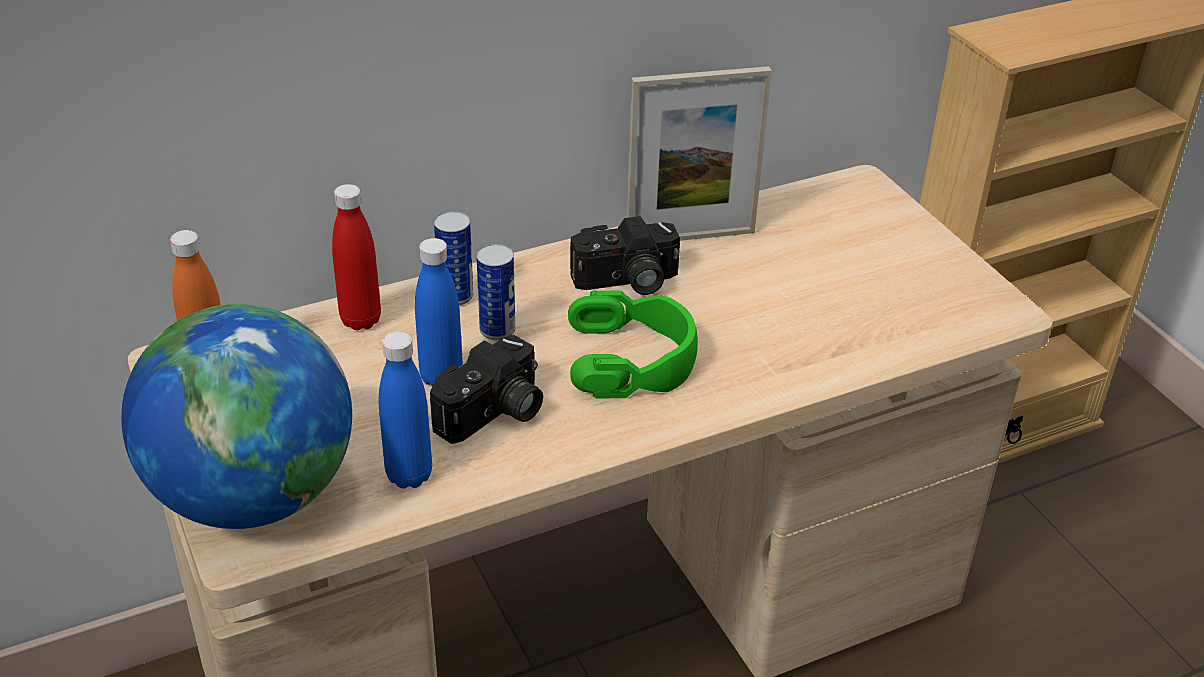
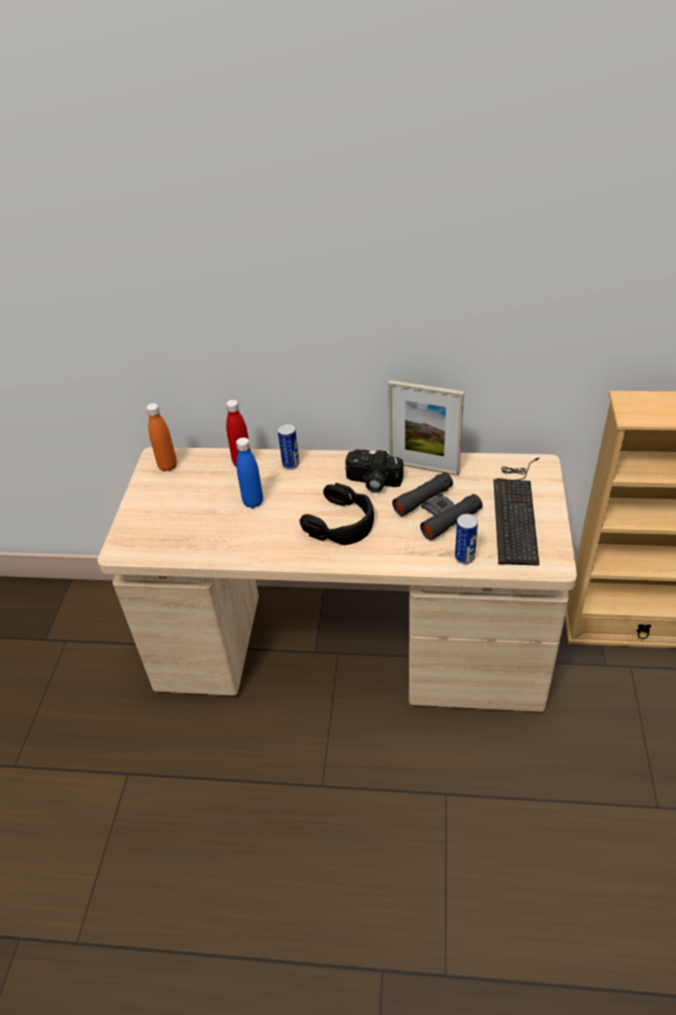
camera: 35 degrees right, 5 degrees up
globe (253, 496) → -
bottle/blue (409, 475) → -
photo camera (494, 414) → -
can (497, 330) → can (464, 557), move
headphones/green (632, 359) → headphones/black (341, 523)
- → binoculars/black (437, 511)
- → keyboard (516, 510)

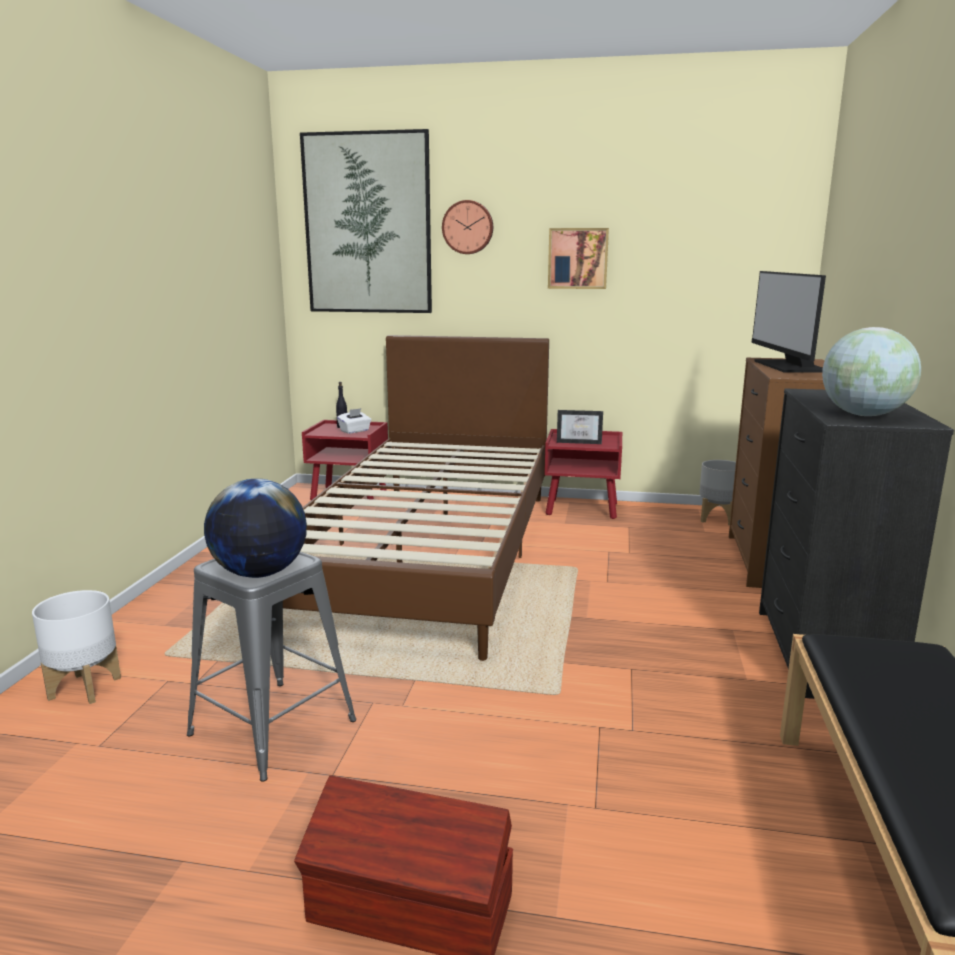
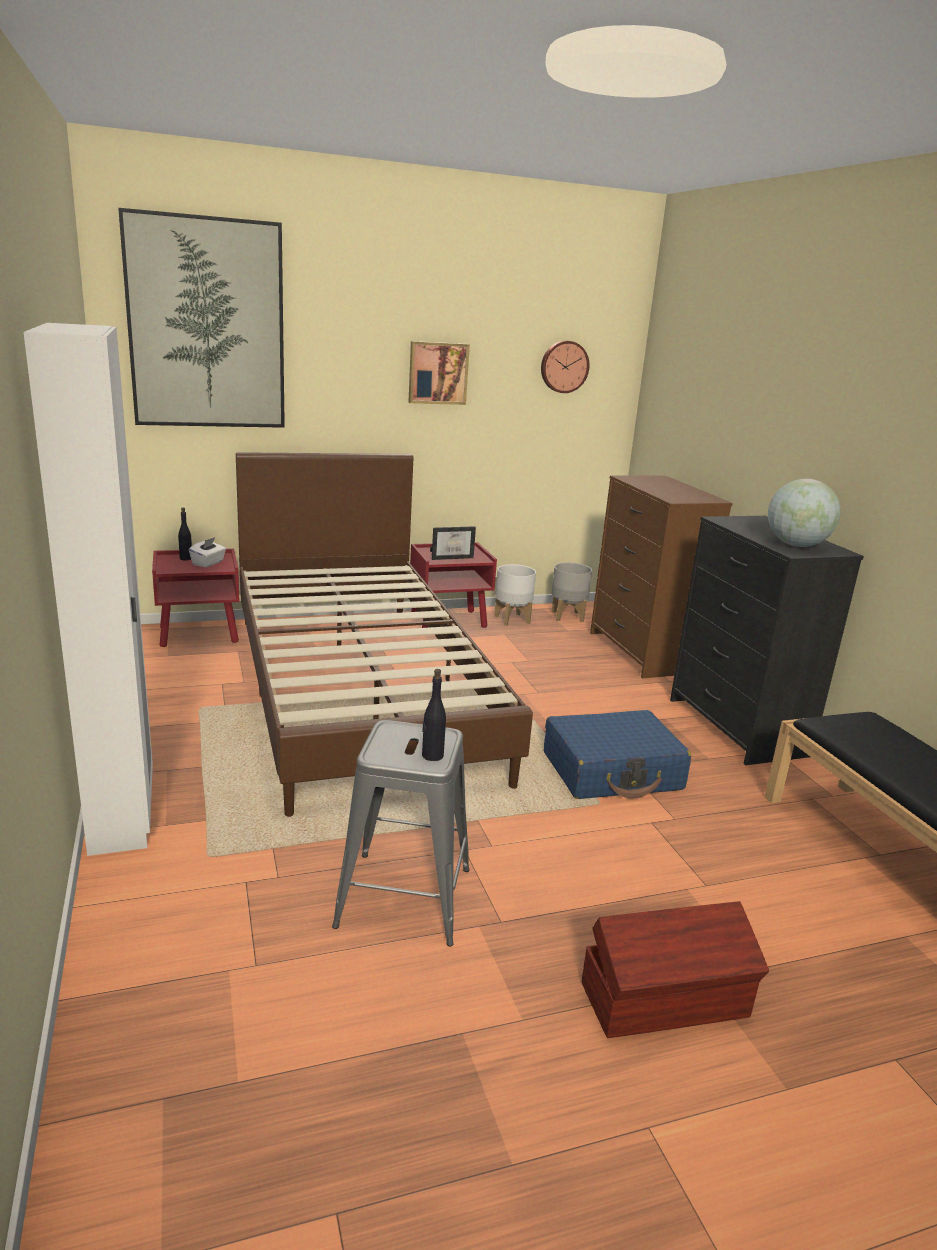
camera: 30 degrees left, 5 degrees up
planter/white (84, 688) → planter/white (511, 619), move
globe (260, 573) → bottle/black (432, 755)
wall clock (468, 227) → wall clock (564, 366), move
monitor (788, 366) → -
- → wardrobe/white (123, 812)
- → suitcase/blue (612, 771)

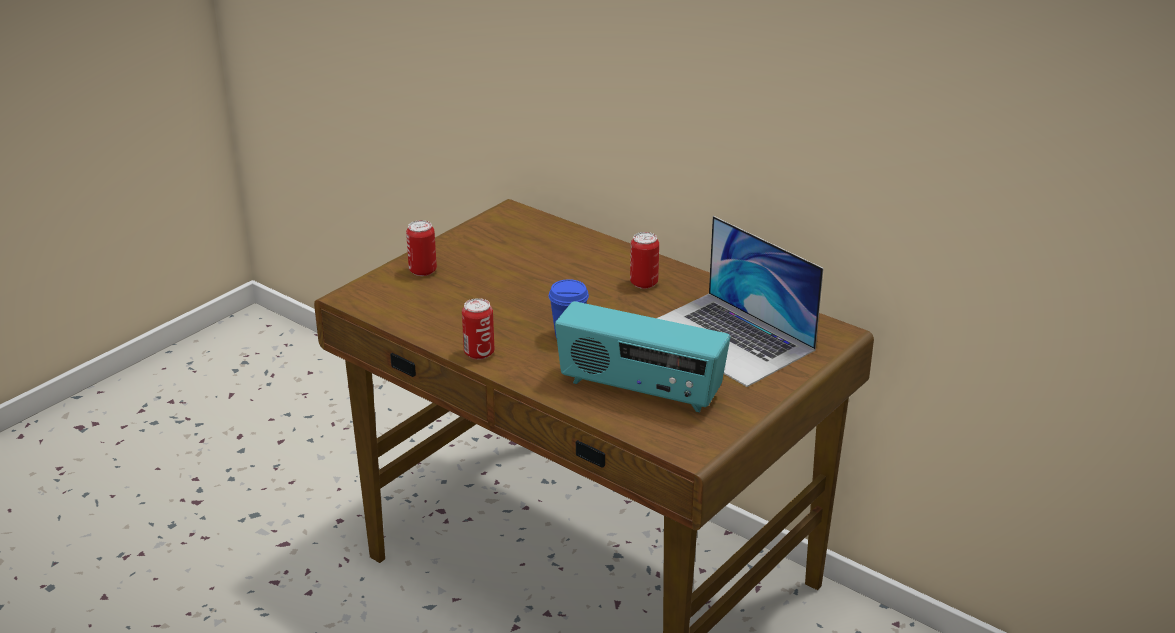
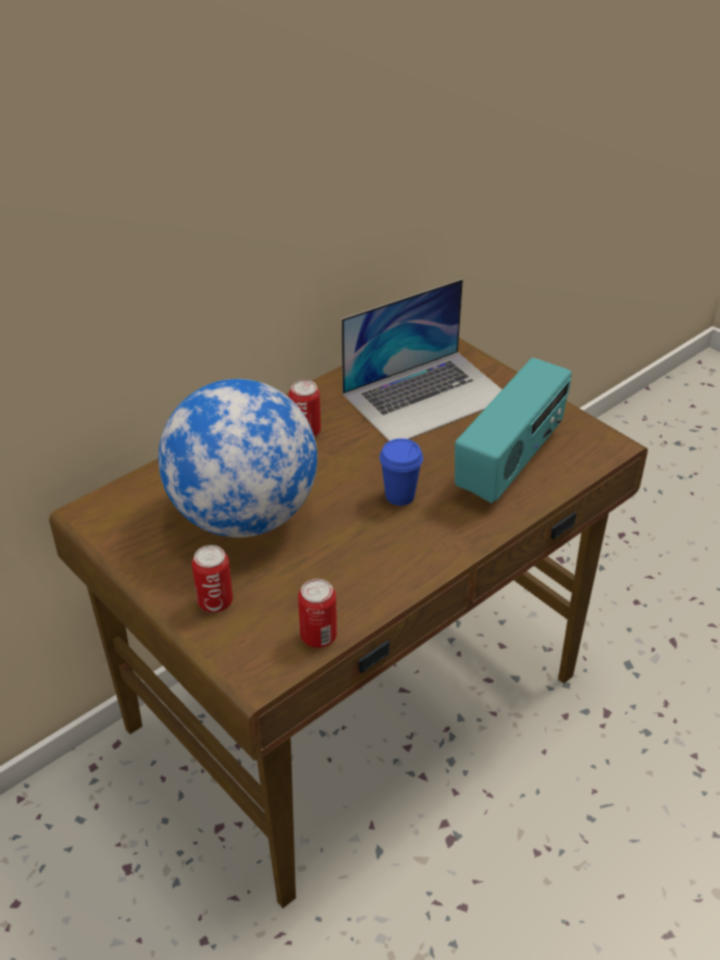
camera: 80 degrees left, 10 degrees up
can (479, 353) → can (318, 636), move
- → globe (243, 517)

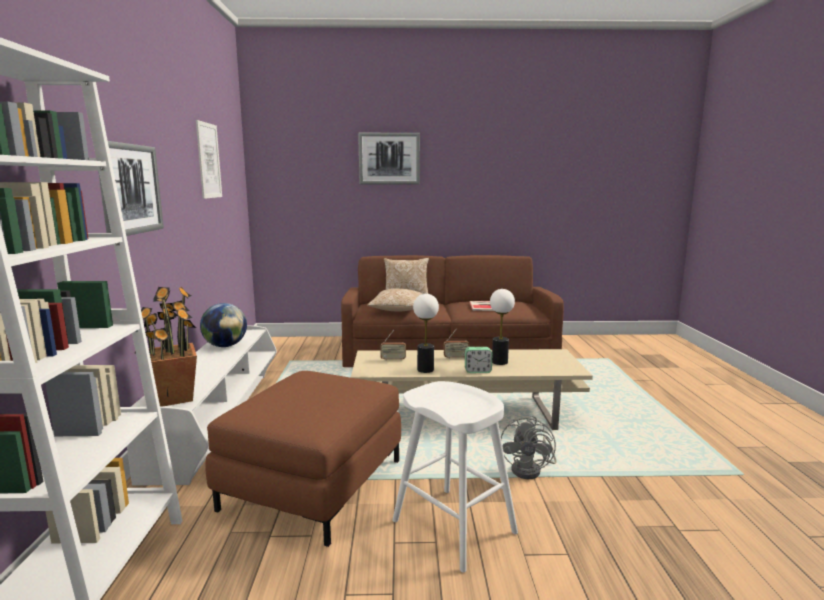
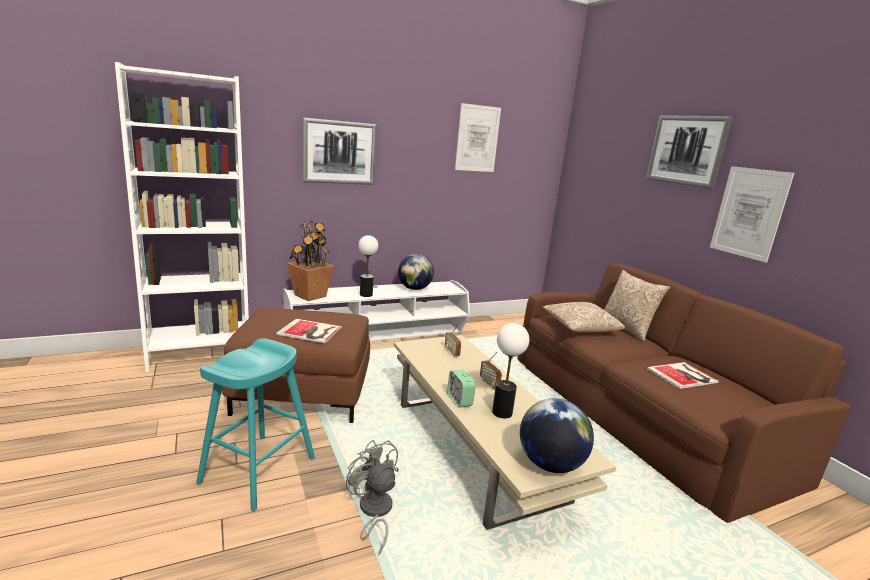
camera: 65 degrees right, 5 degrees up
stool/white (453, 526) → stool/turquoise (258, 470)
table lamp (425, 370) → table lamp (366, 295), move
fan/grey (531, 470) → fan/grey (373, 512), 60 degrees clockwise
- → book (310, 331)
- → globe (550, 464)
- → picture (749, 213)

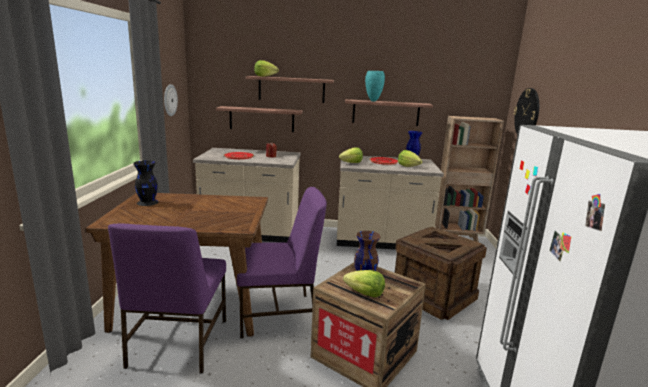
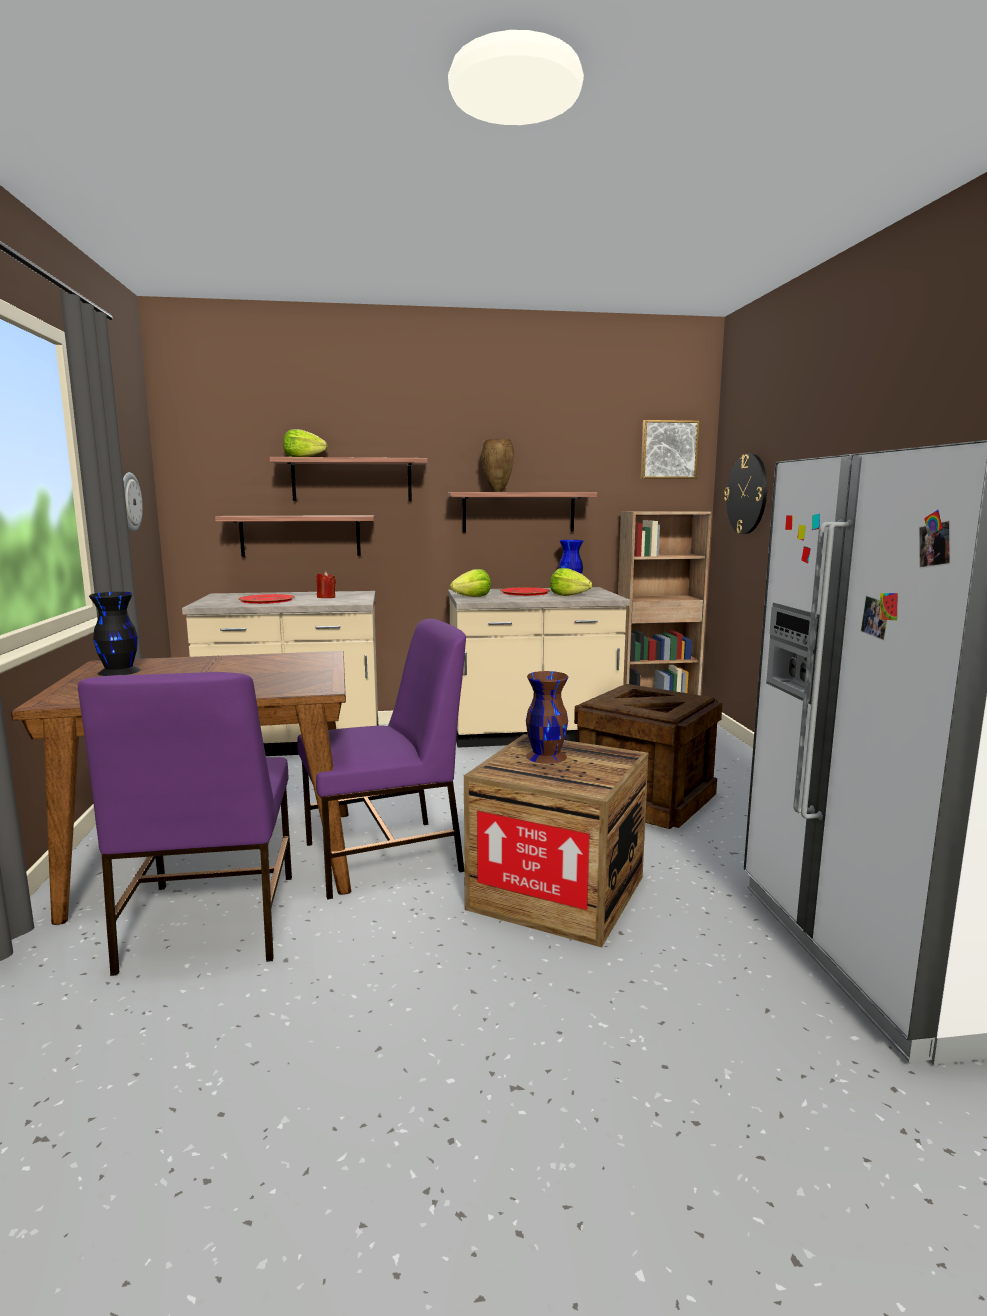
camera: 10 degrees left, 5 degrees down
lettuce (365, 294) → -
vase/turquoise (373, 101) → vase/brown (496, 491)
- → picture (668, 450)

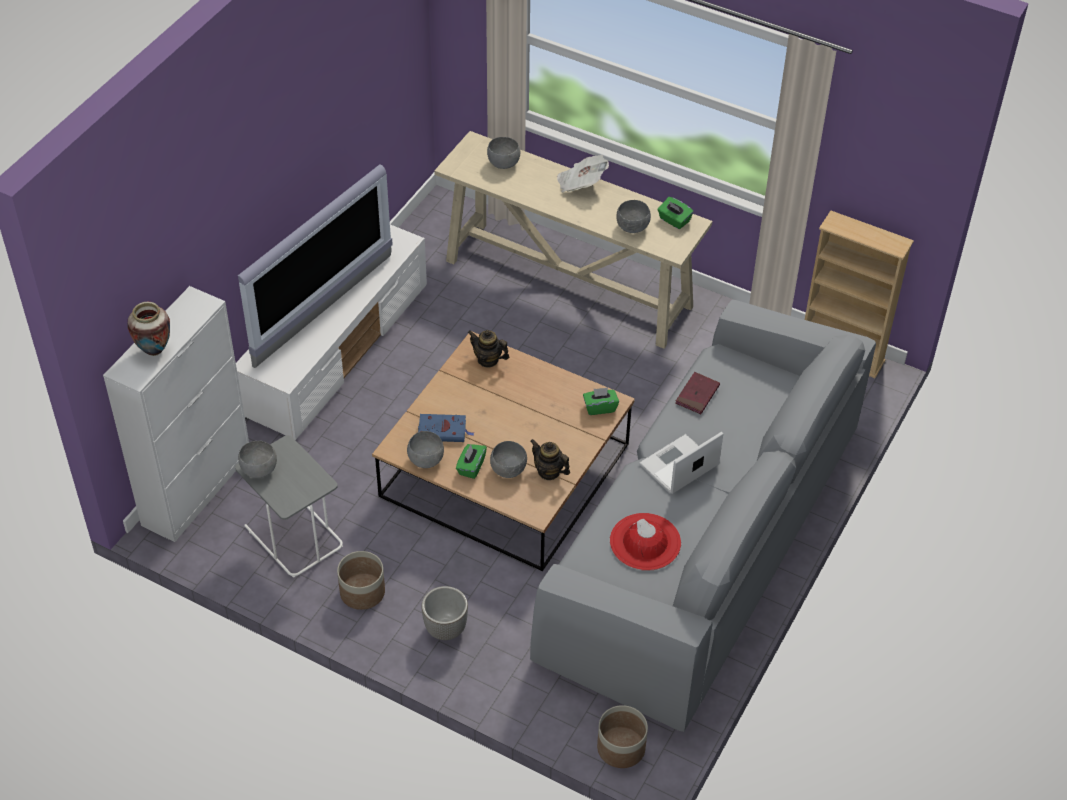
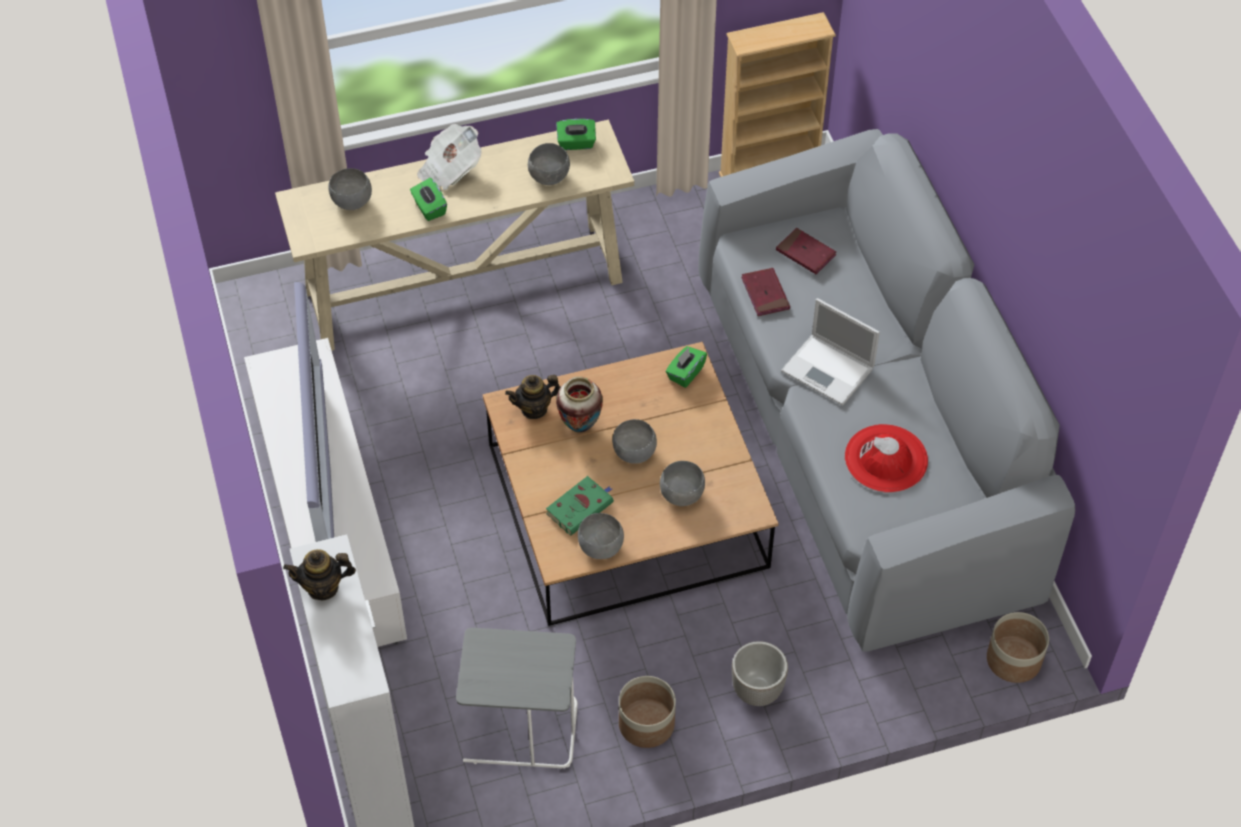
camera: 45 degrees left, 5 degrees up
vase (154, 351) → vase (580, 427), move
bowl/grey (258, 470) → bowl/grey (633, 453), move
book/blue (443, 431) → book/green (580, 507)
tissue box/green (471, 467) → tissue box/green (429, 208), move
teapot (549, 471) → teapot (323, 587), move
laptop (678, 466) → laptop (829, 370), 60 degrees counterclockwise
- → book/red (805, 253)

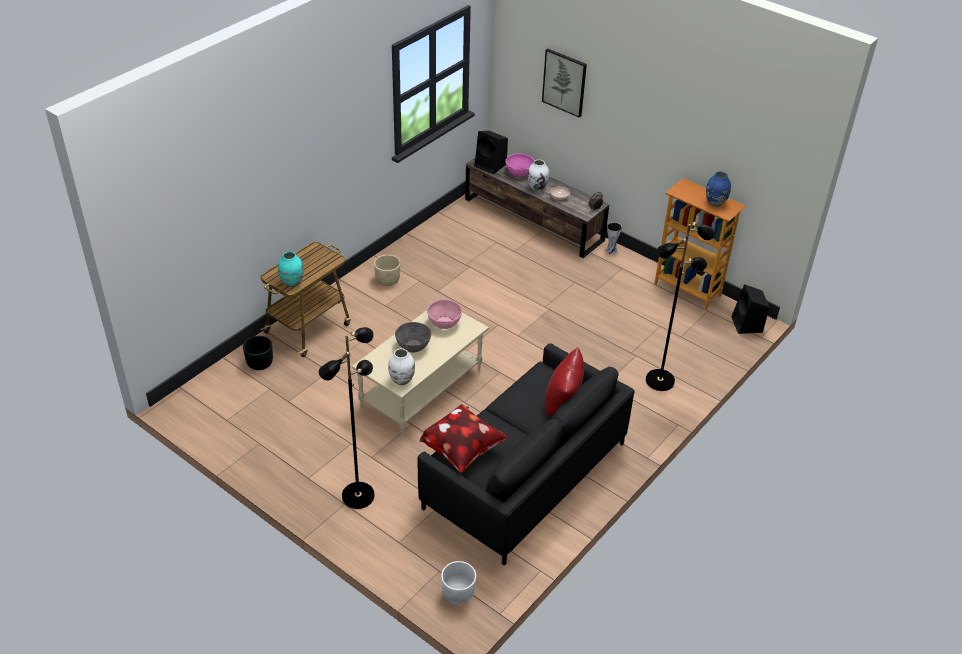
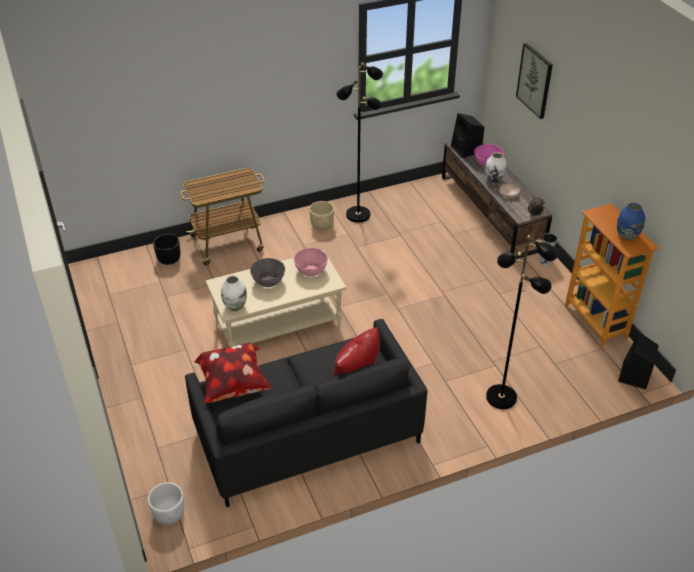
camera: 30 degrees right, 0 degrees up
vase/turquoise (292, 282) → -
floor lamp/black (357, 495) → floor lamp/black (358, 214), move

